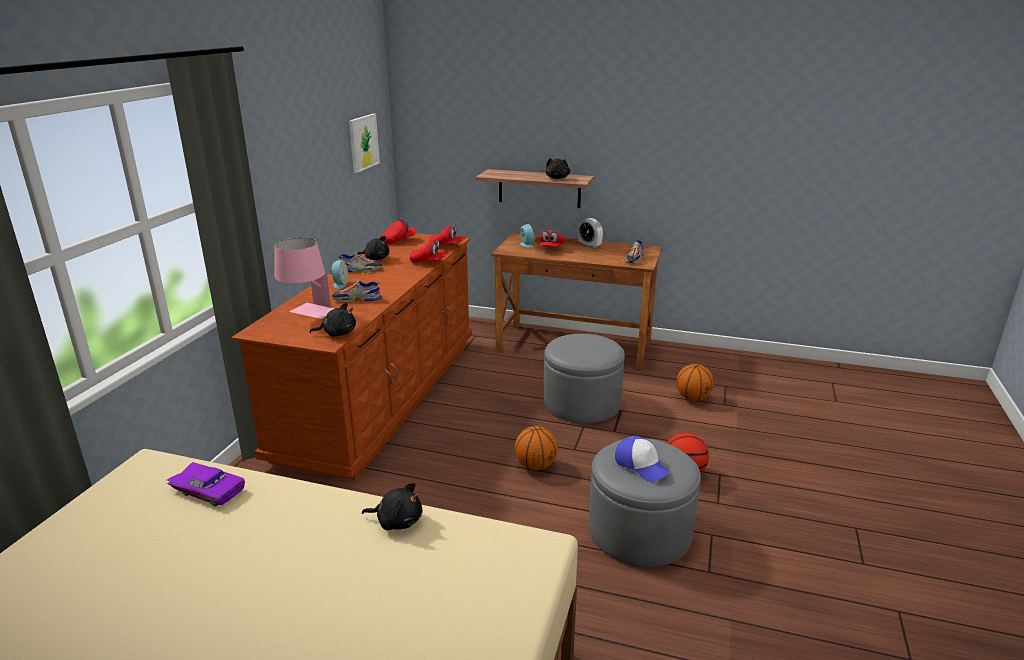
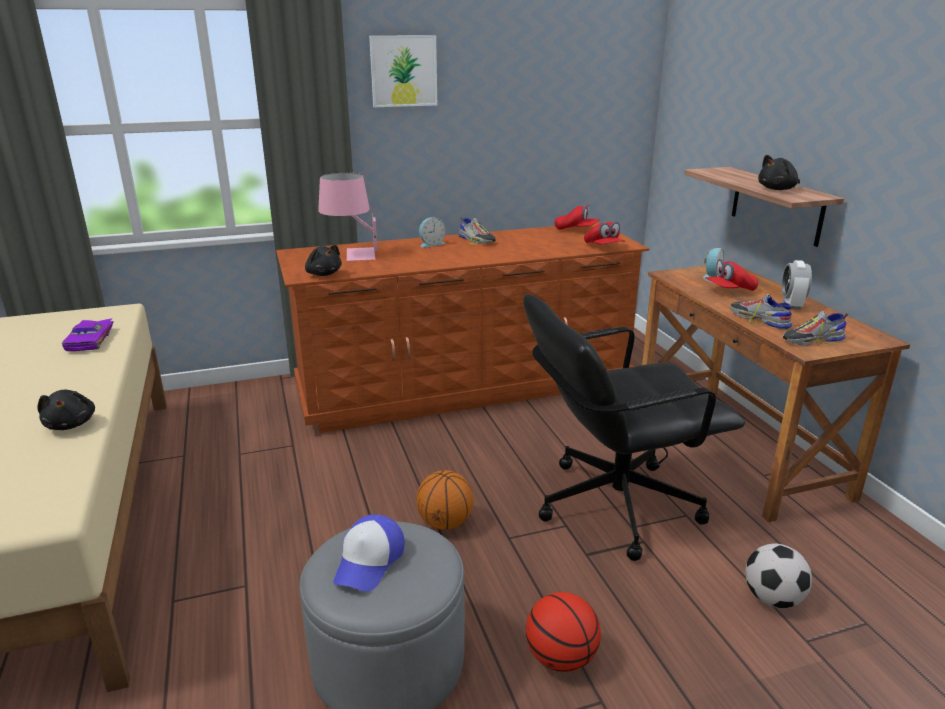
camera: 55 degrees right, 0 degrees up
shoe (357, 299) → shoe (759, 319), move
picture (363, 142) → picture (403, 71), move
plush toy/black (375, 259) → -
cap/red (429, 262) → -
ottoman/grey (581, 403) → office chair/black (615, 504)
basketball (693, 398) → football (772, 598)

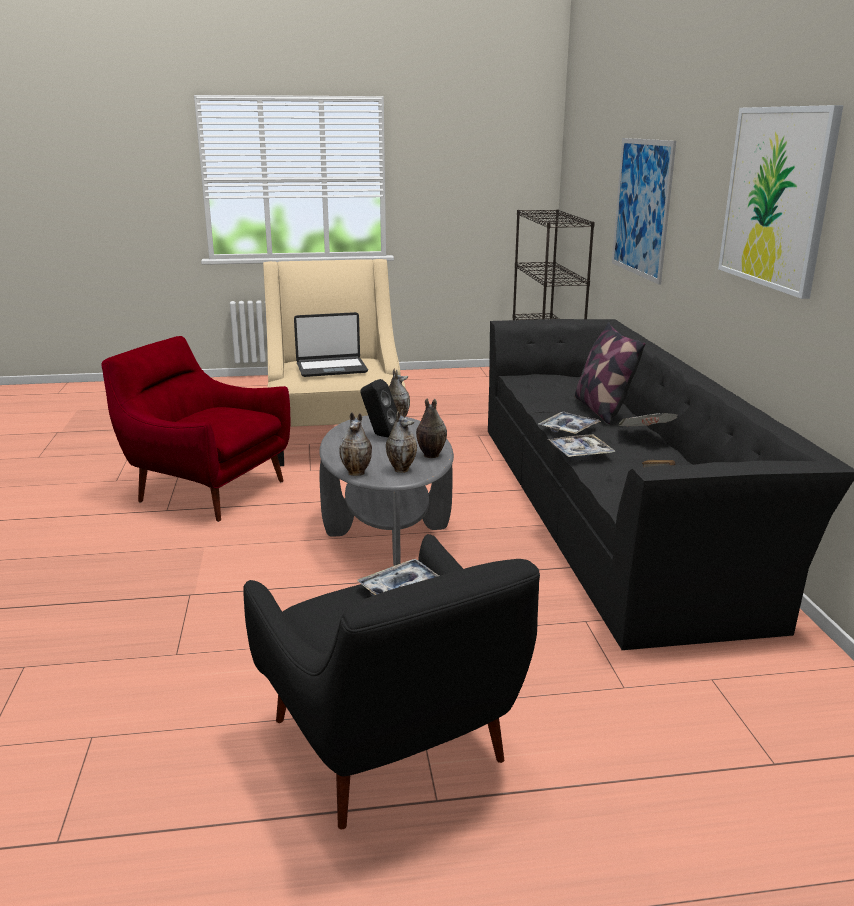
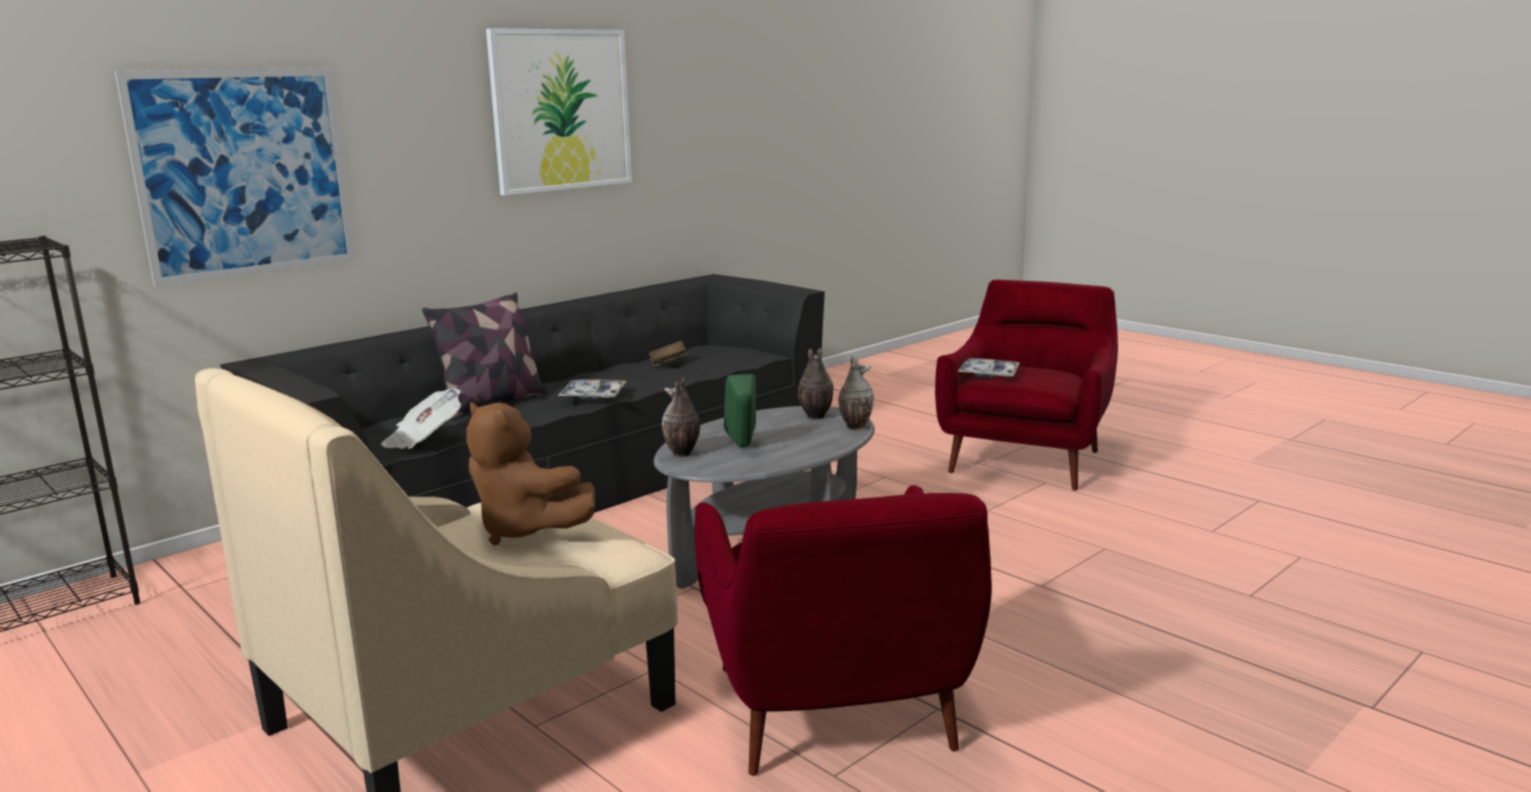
camera: 125 degrees left, 5 degrees down
armchair/black (392, 749) → armchair/red (1026, 459)
laptop (331, 368) → plush toy/brown (525, 530)
speaker/black (380, 435) → speaker/green (742, 447)
vase (430, 455) → -
tray (580, 452) → -
newspaper (645, 435) → newspaper (424, 440), move

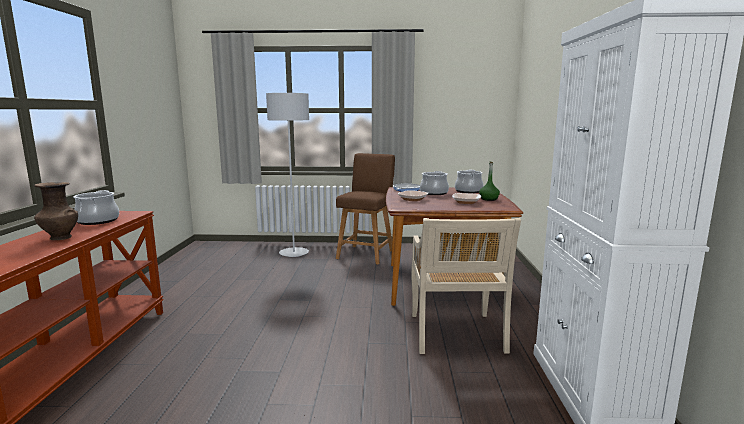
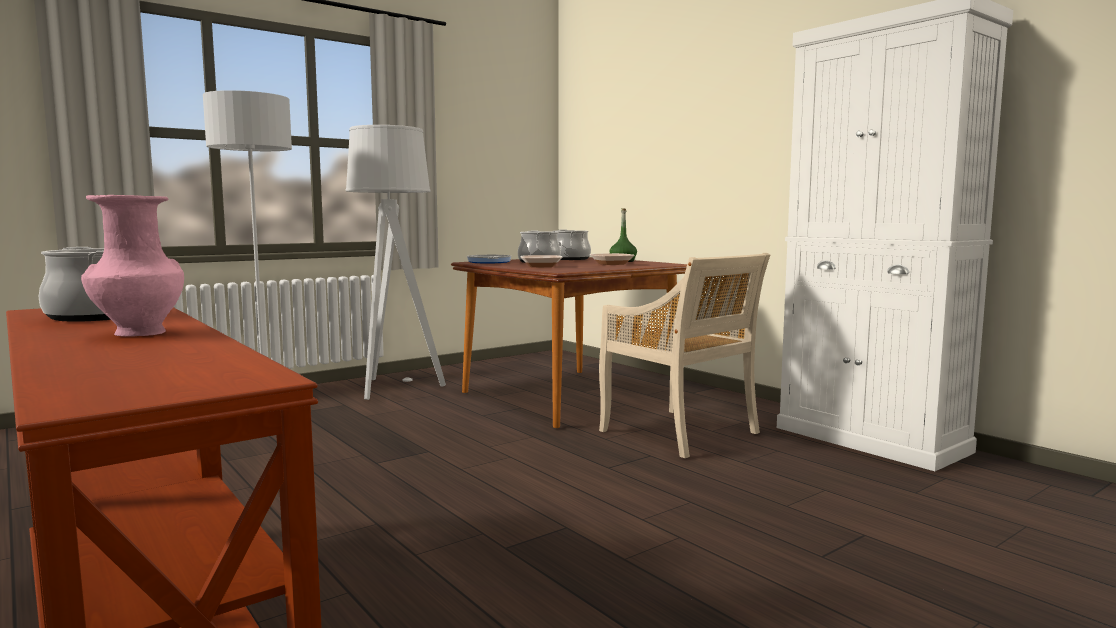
camera: 40 degrees left, 5 degrees down
vase/brown (59, 238) → vase/pink (137, 333)
chair/brown (366, 253) → floor lamp/grey (395, 388)

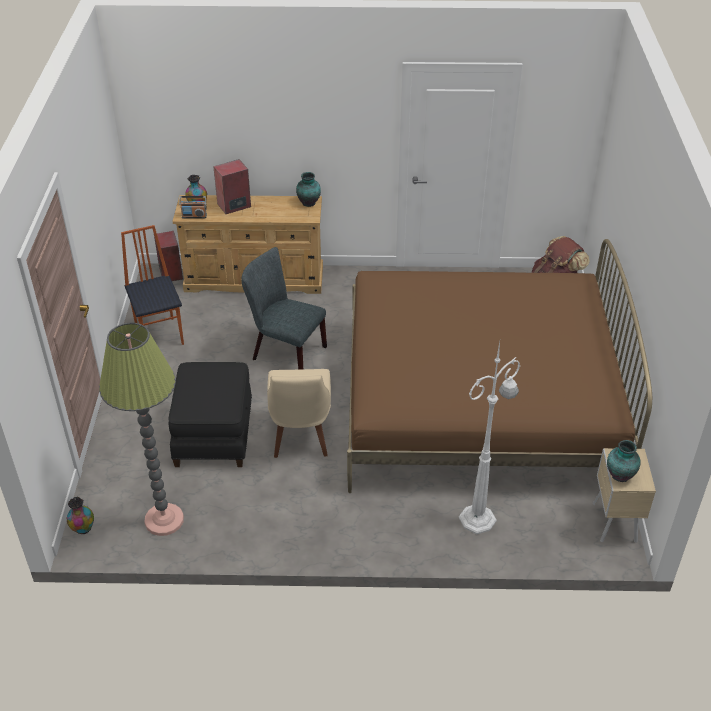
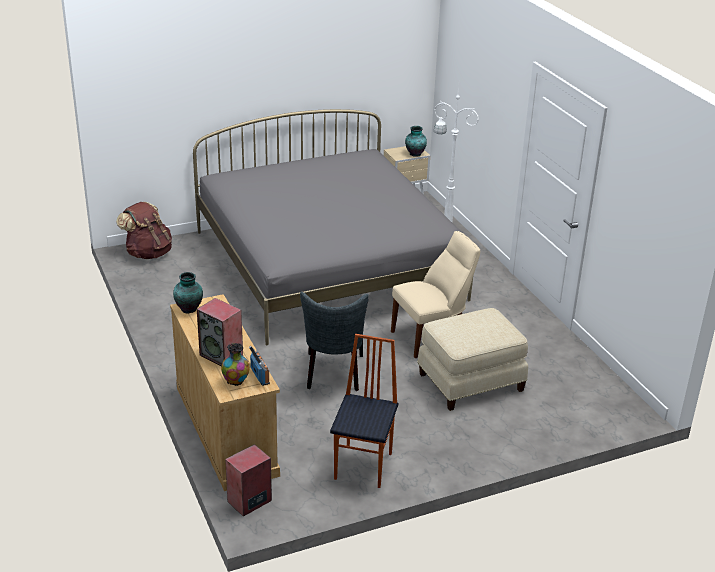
camera: 115 degrees left, 10 degrees down
vase (83, 528) → -
floor lamp (164, 520) → -
chair (160, 335) → chair (364, 466), 150 degrees clockwise
ottoman/black (215, 435) → ottoman/beige (470, 381)
bed/brown (478, 403) → bed/grey (327, 265)

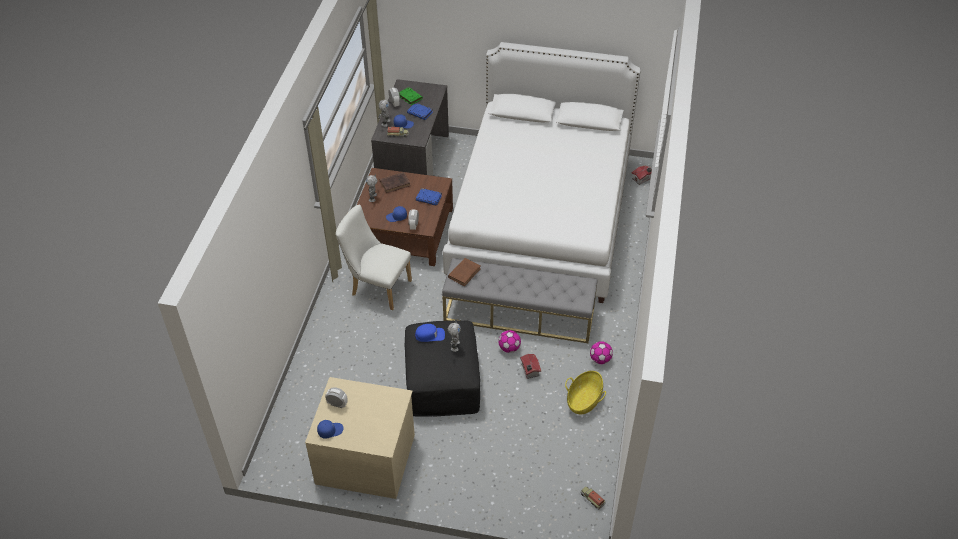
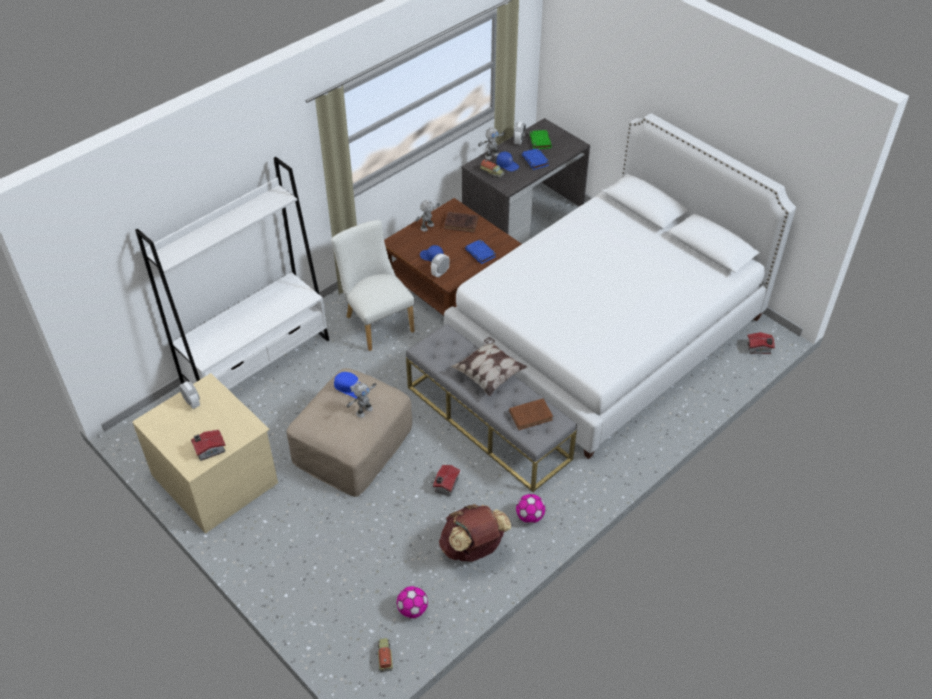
camera: 35 degrees right, 0 degrees up
cap/blue (330, 430) → -
ottoman/black (442, 380) → ottoman/beige (352, 445)
book/brown (465, 272) → book/brown (532, 415), move
football (509, 348) → football (412, 610), move
basket (584, 400) → backpack/brown (473, 548)
- → bookcase/white (258, 364)
- → toy house (209, 450)
- → pillow (489, 374)

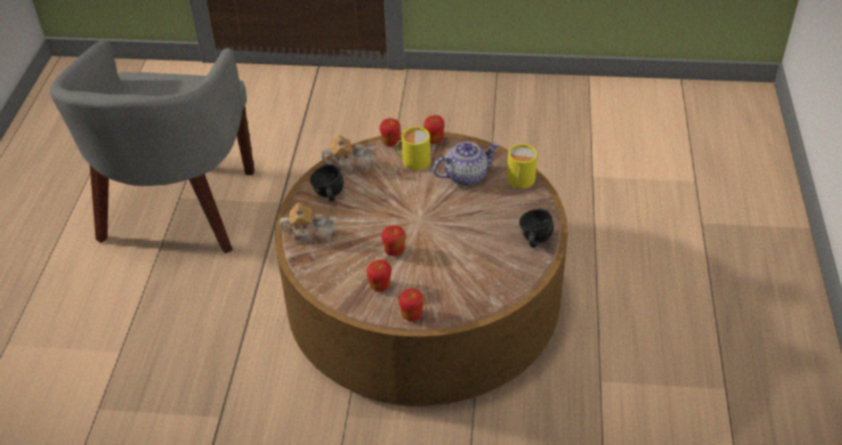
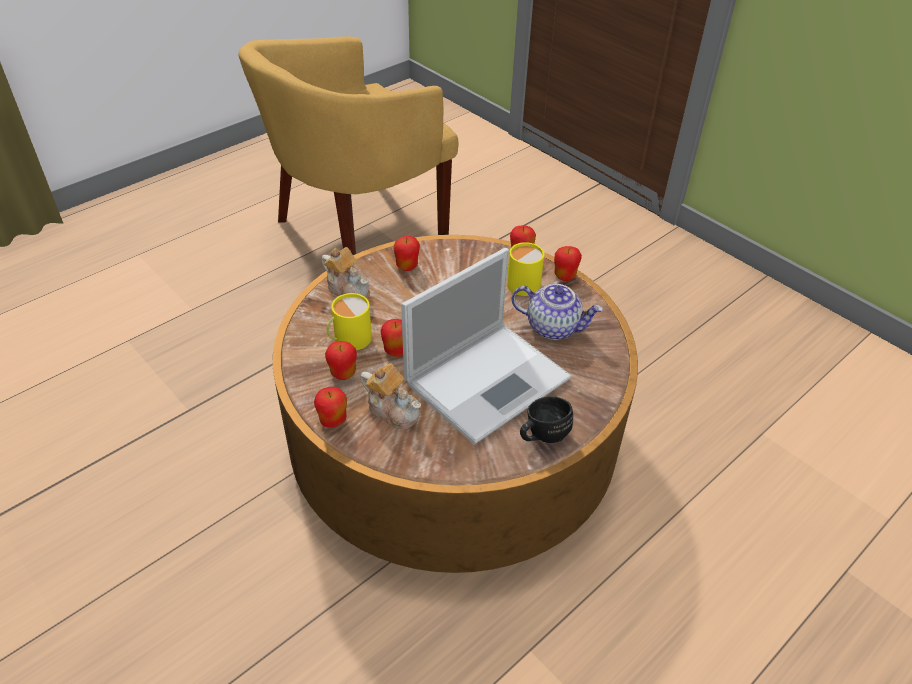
camera: 40 degrees right, 0 degrees up
armchair/grey (178, 210) → armchair/yellow (357, 232)
mug/black (328, 195) → apple (407, 266)
teapot (349, 166) → teapot (393, 410), move
mug/yellow (519, 181) → mug/yellow (349, 339), move
- → laptop (489, 378)

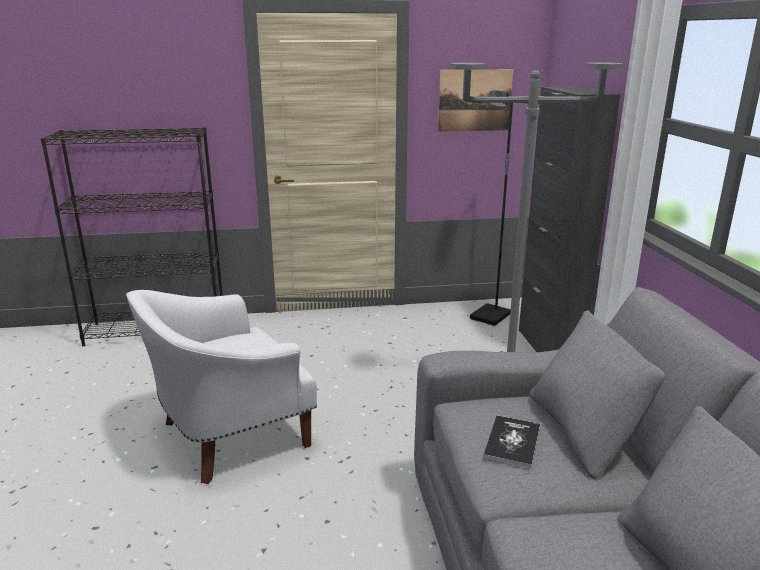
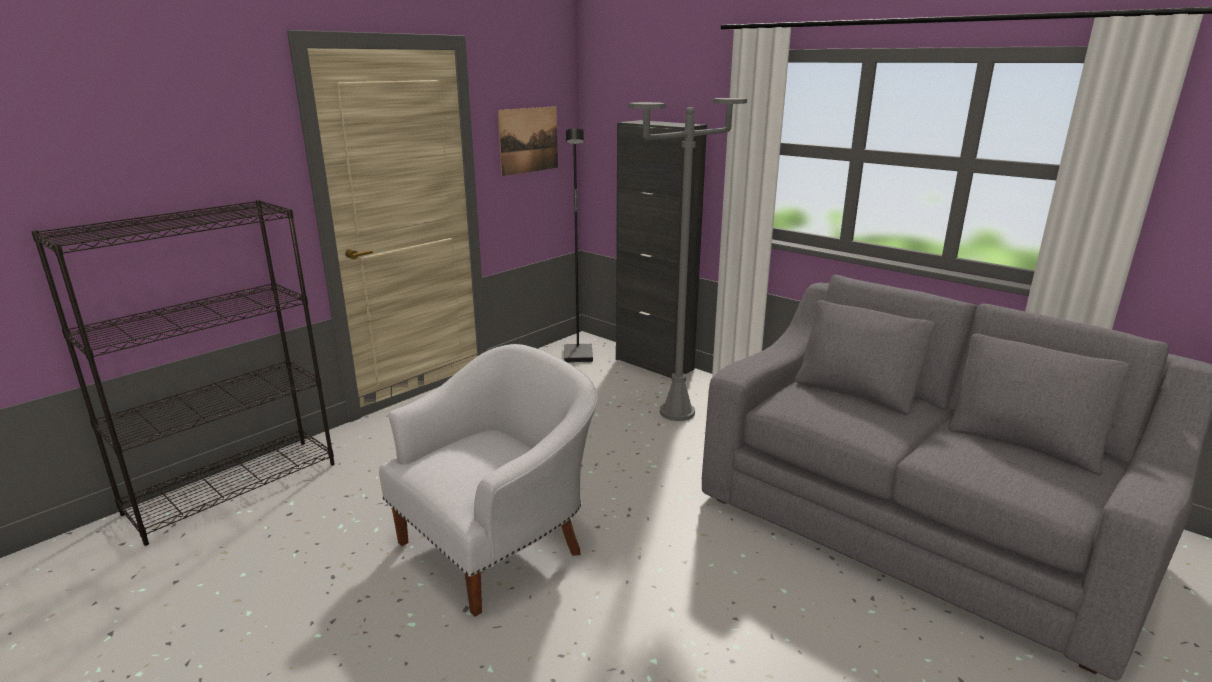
camera: 40 degrees left, 0 degrees up
armchair/white (228, 436) → armchair/white (498, 546), 150 degrees counterclockwise
book (512, 442) → -

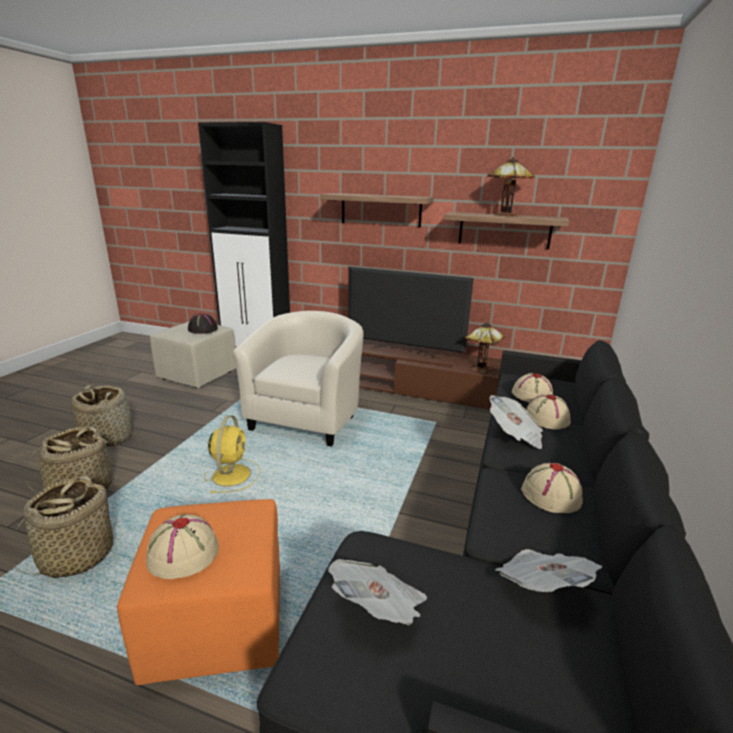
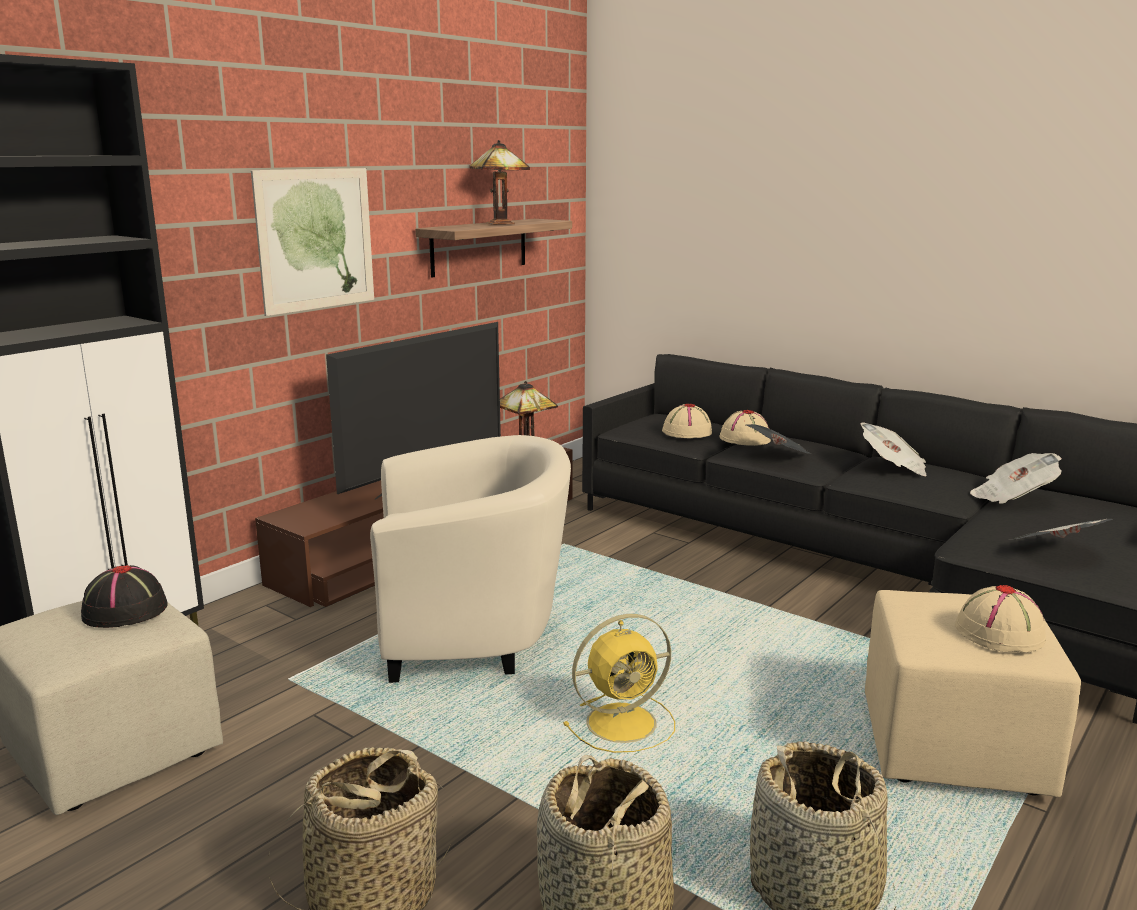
camera: 70 degrees left, 5 degrees down
ottoman/orange (215, 624) → ottoman/beige (954, 750)
fan/yellow (232, 474) → fan/yellow (624, 722), 135 degrees clockwise
armchair/beige (307, 418) → armchair/beige (473, 635), 135 degrees clockwise
shelf (381, 210) → picture (316, 239)
hat/beige (551, 495) → newspaper (893, 467)

